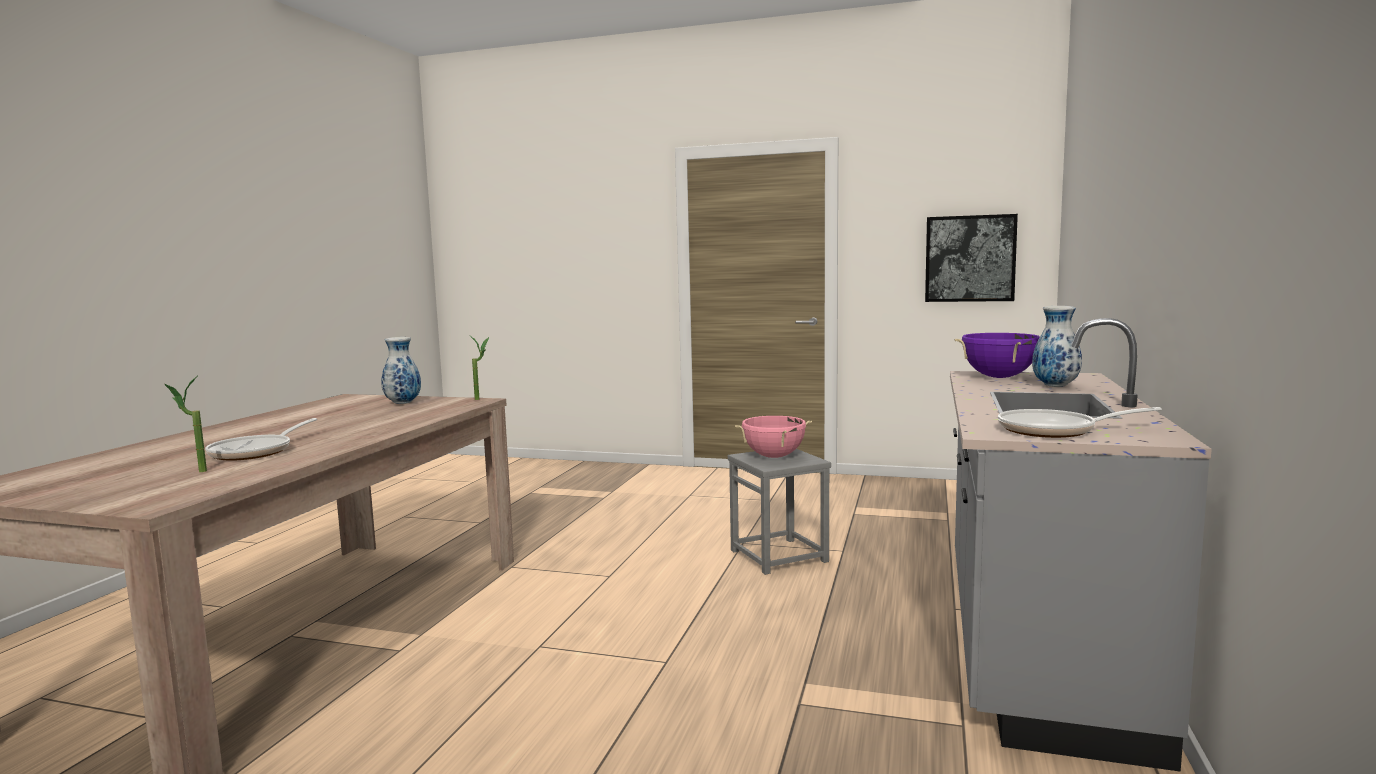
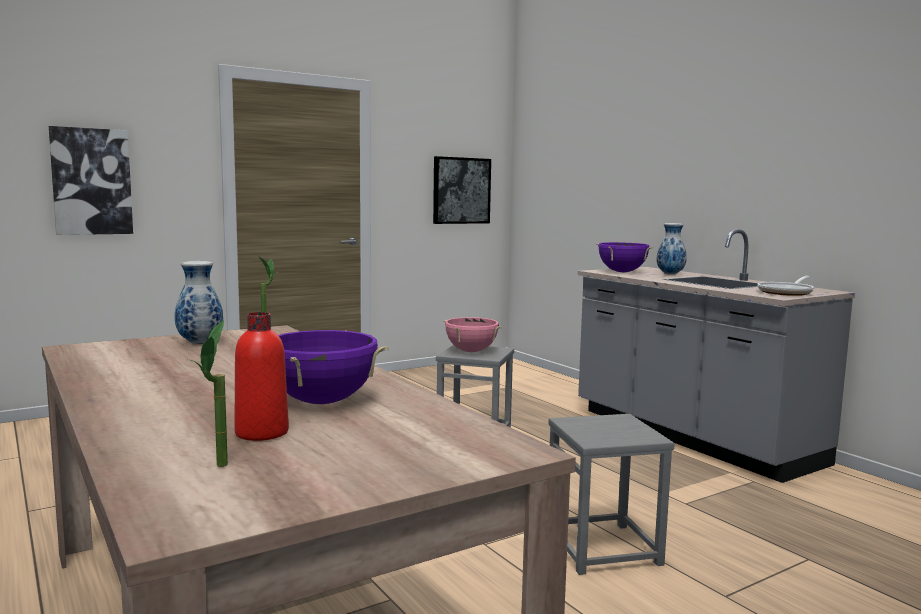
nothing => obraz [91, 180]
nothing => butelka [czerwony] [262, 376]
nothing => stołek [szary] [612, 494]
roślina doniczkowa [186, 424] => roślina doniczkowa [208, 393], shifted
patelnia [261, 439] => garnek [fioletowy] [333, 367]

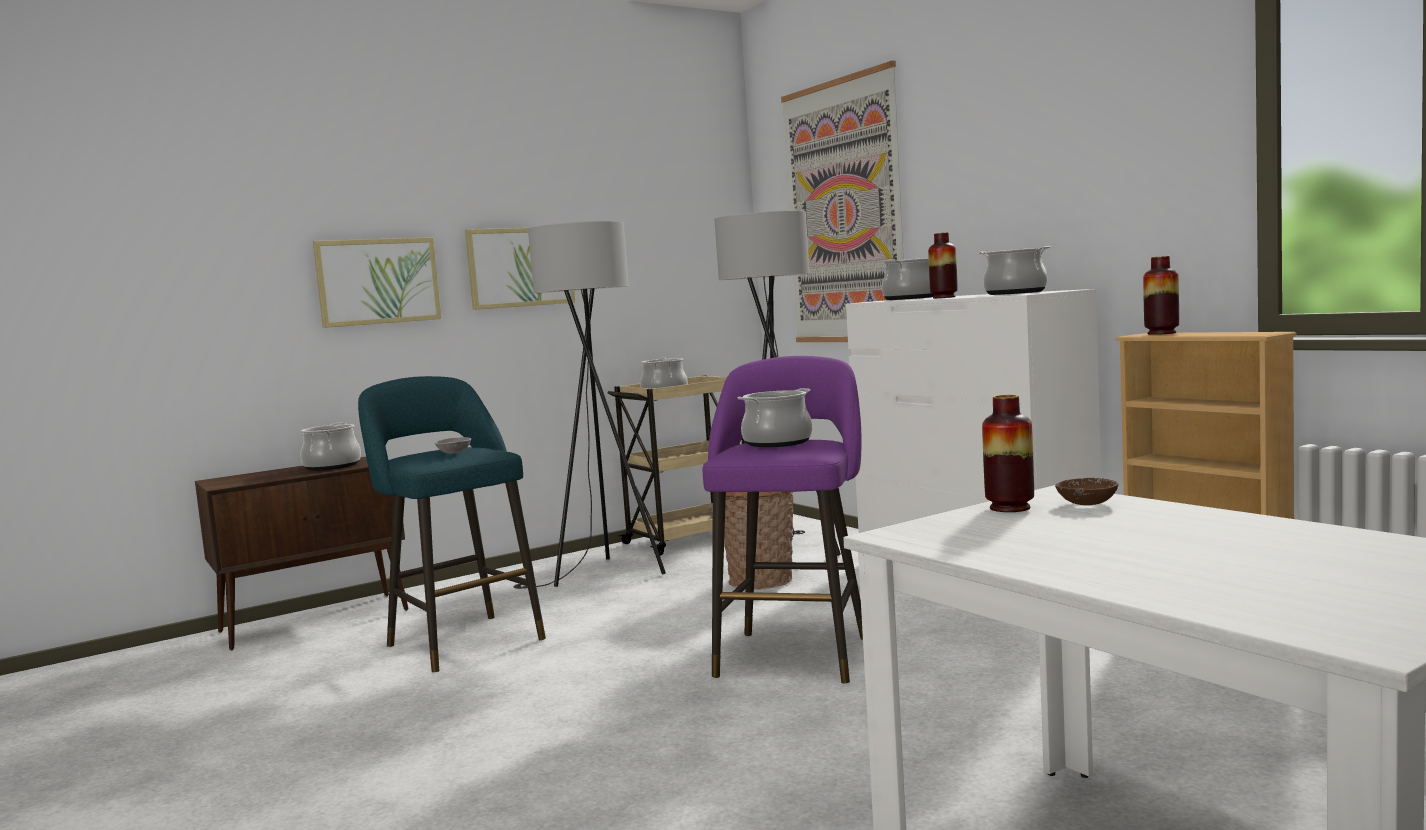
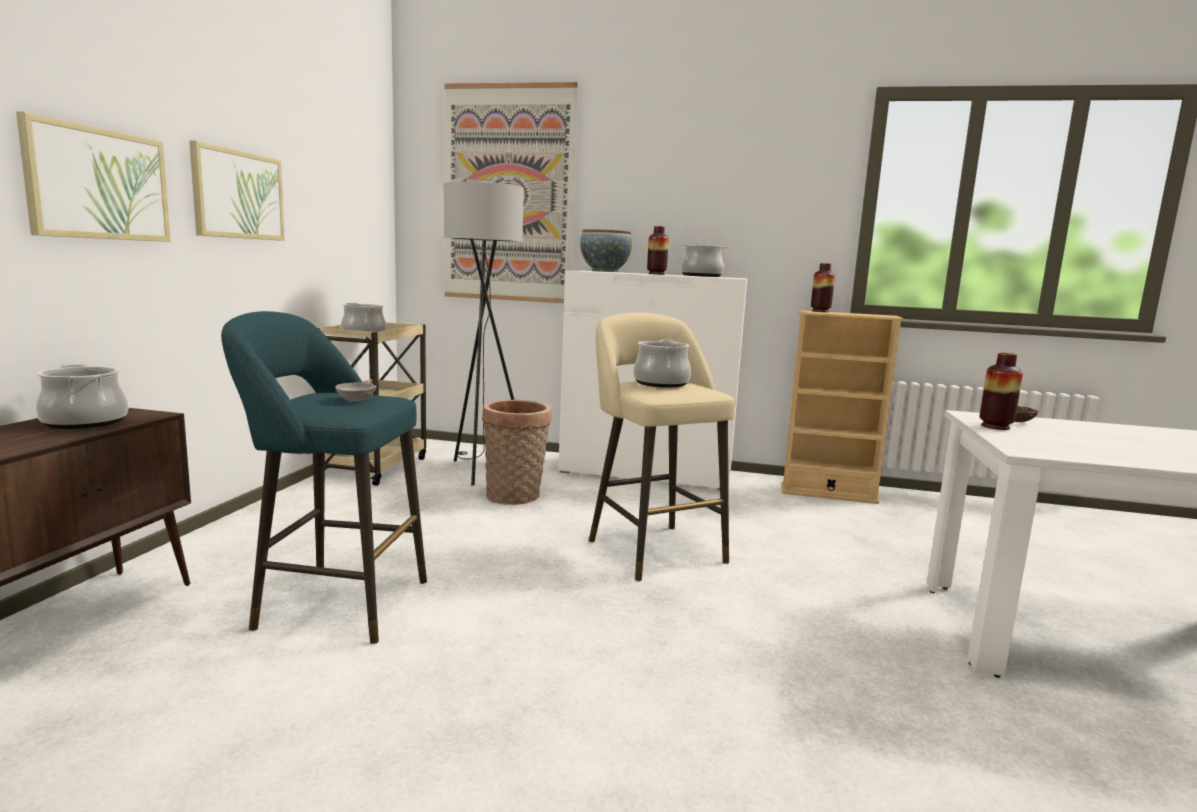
lampa stojąca [szary] [590, 405] => nothing
garnek [908, 279] => miska [606, 250]
stołek [fioletowy] [783, 519] => stołek [beżowy] [662, 447]

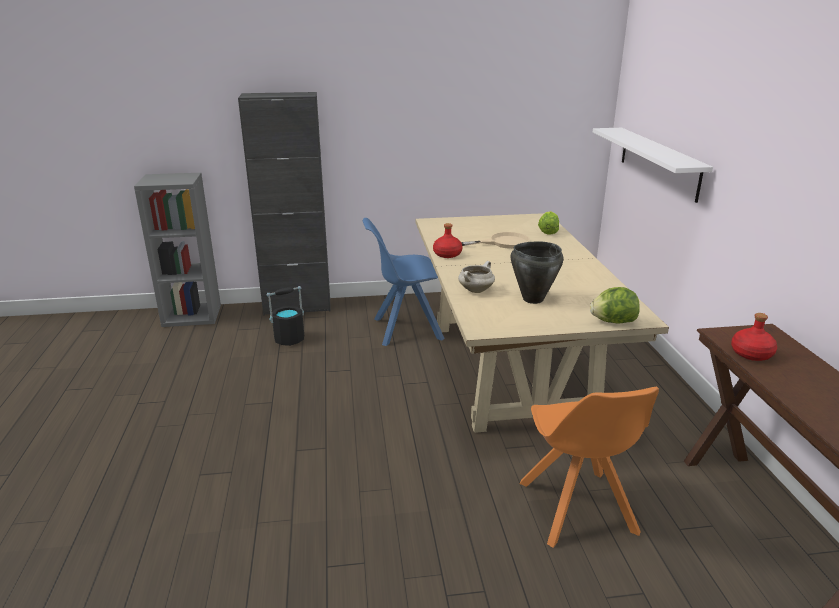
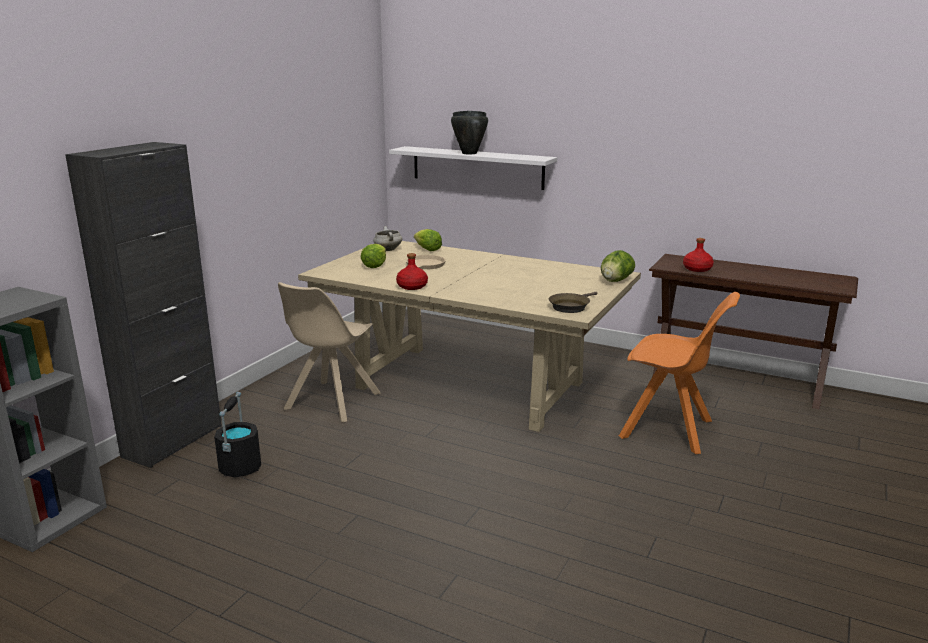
nothing => sałata [373, 256]
nothing => patelnia [brązowy] [573, 302]
garnek [biały] [476, 277] => garnek [biały] [387, 238], shifted
garnek [czarny] [536, 272] => garnek [czarny] [469, 132], shifted
krzesło [niebieski] [404, 282] => krzesło [beżowy] [329, 352]

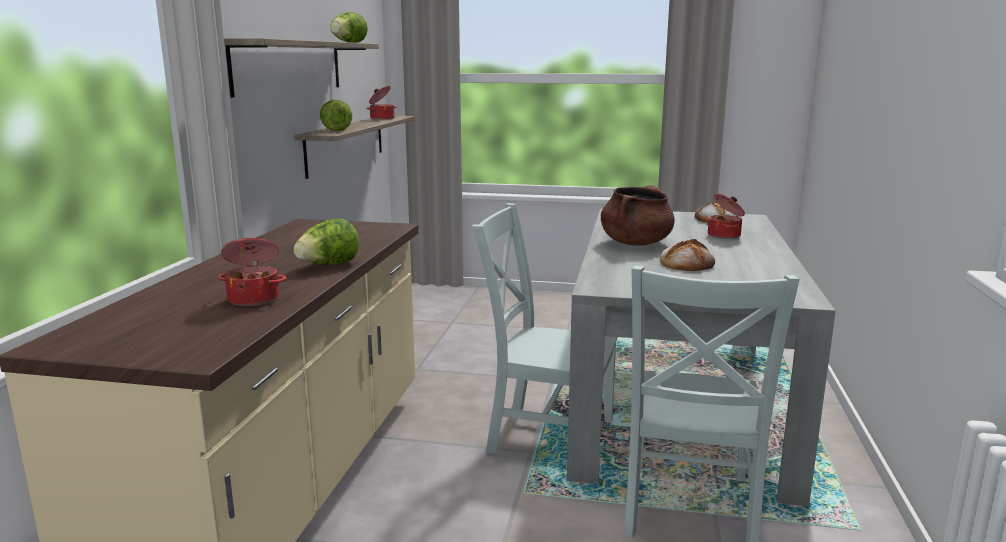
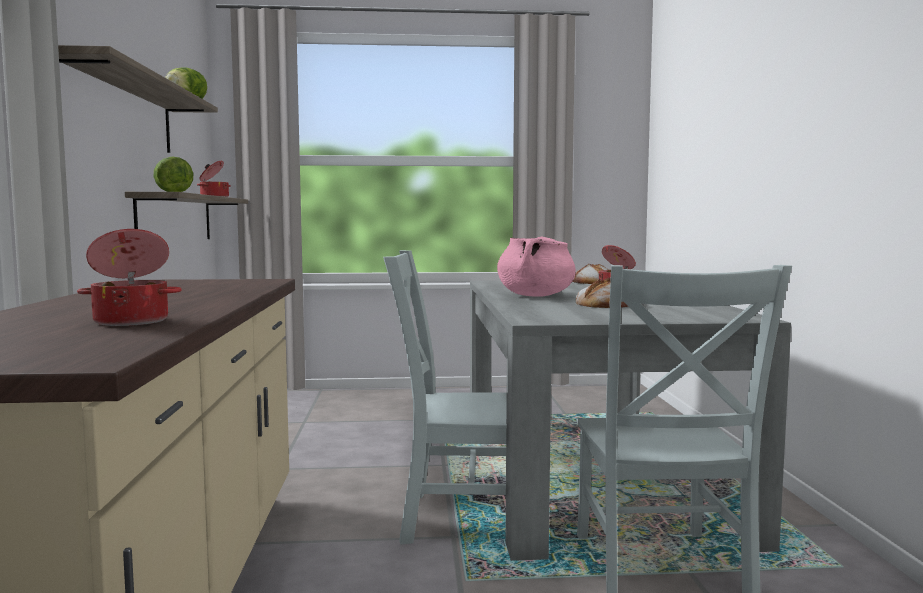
sałata [326, 242] => nothing
garnek [brązowy] [638, 215] => garnek [różowy] [536, 267]

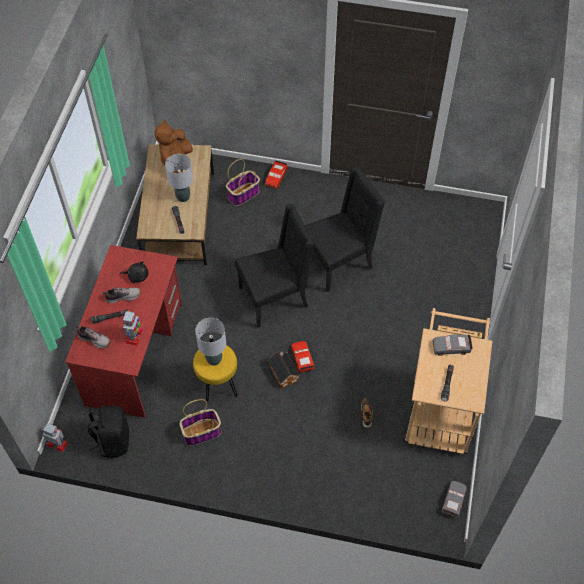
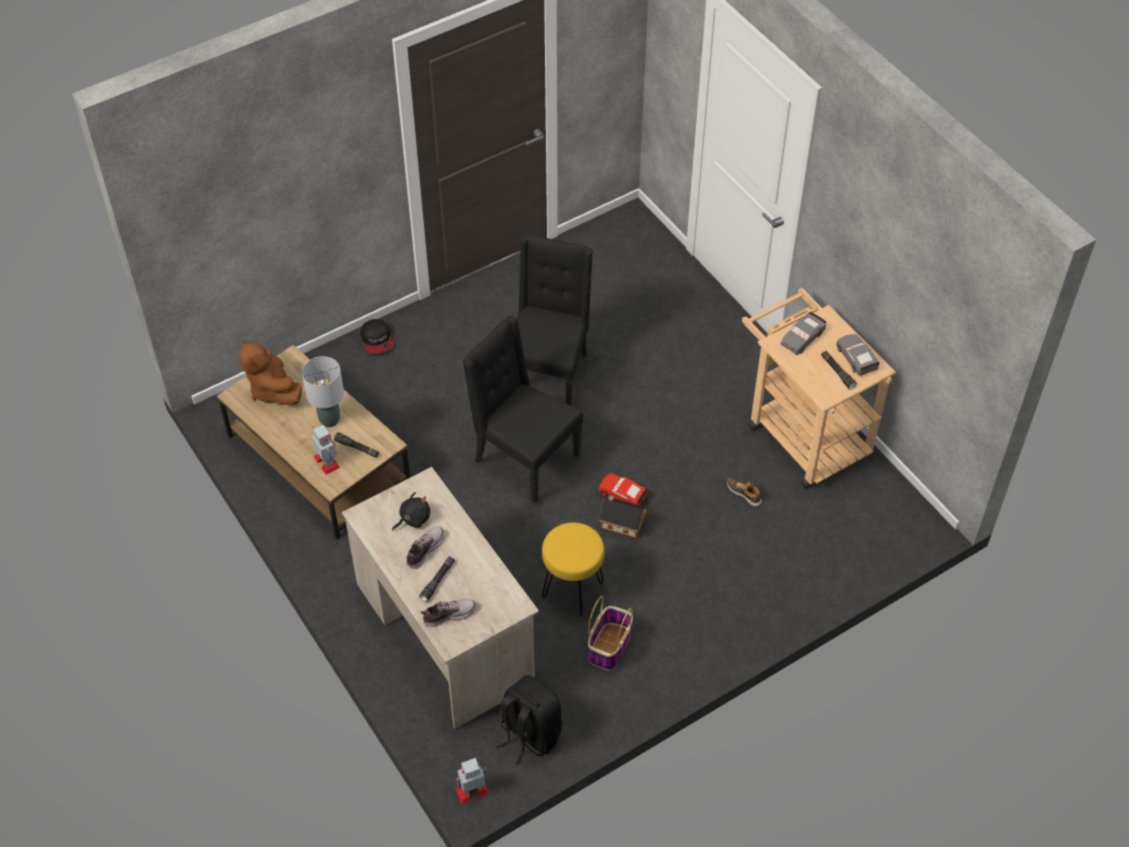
lampa stołowa [szary] [210, 342] => nothing
koszyk [243, 182] => nothing
robot zabawkowy [133, 327] => robot zabawkowy [326, 450], shifted
samochodzik [szary] [454, 499] => samochodzik [szary] [857, 354], shifted
samochodzik [czerwony] [276, 175] => czapka z daszkiem [377, 336]
biurko [czerwony] [123, 331] => biurko [beżowy] [440, 598]
krzesło [czarny] [274, 266] => krzesło [czarny] [523, 409], 75 degrees counterclockwise

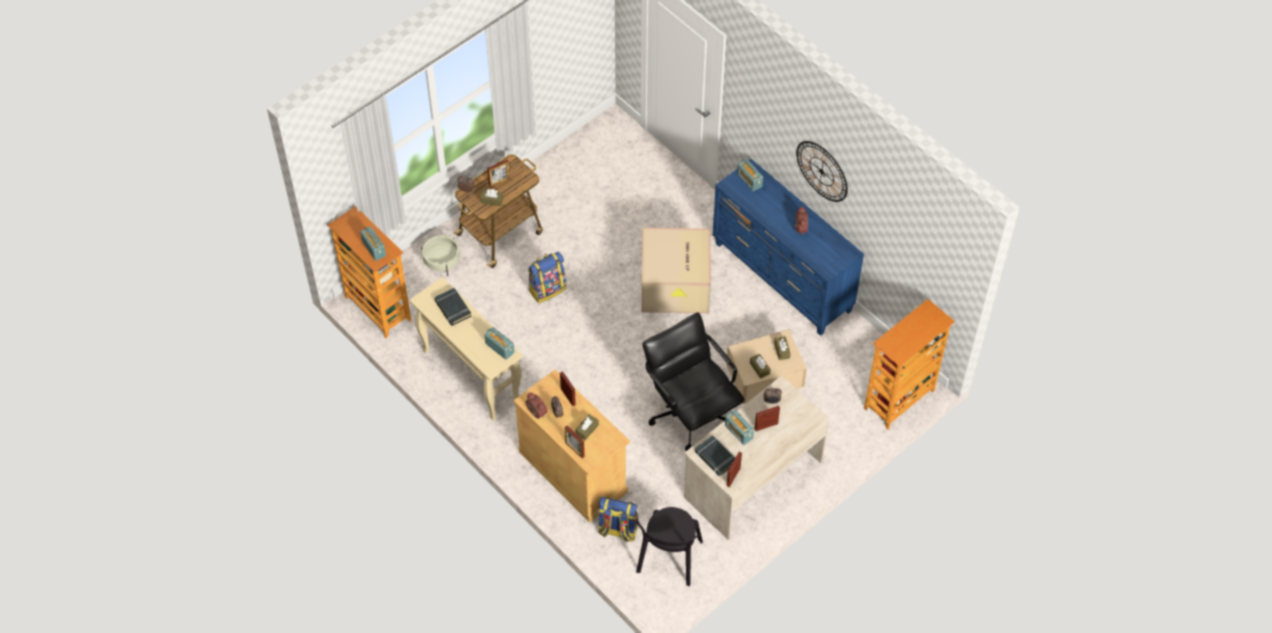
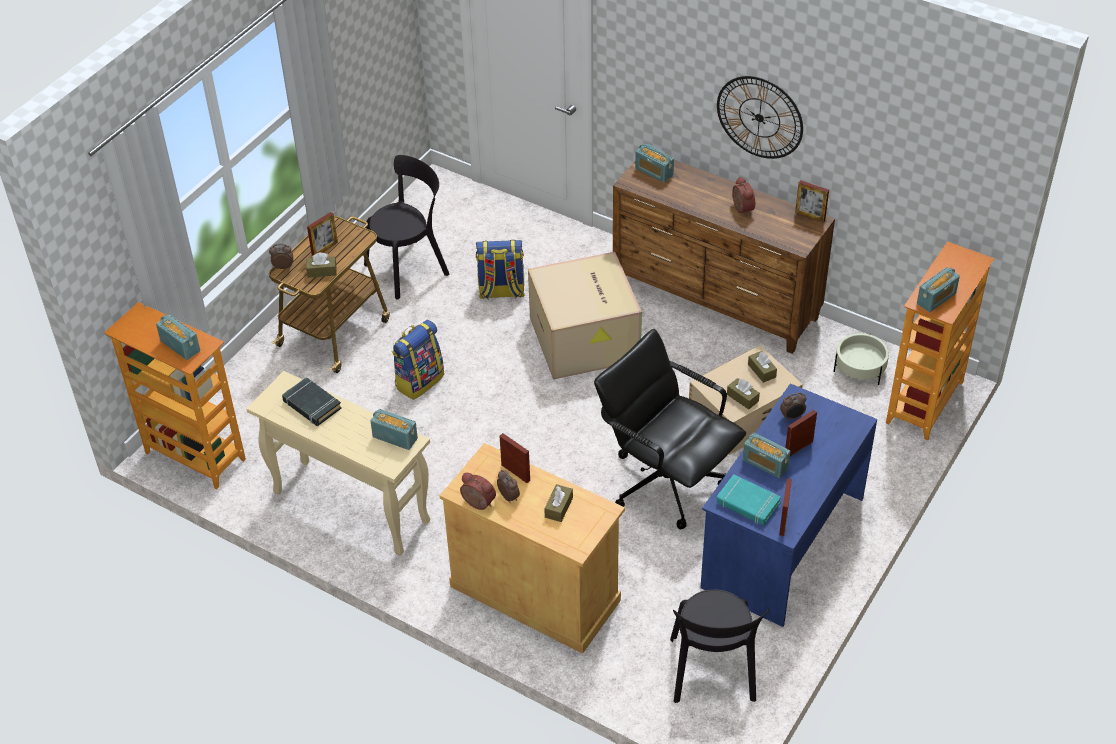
nothing => krzesło [czarny] [407, 227]
nothing => radio [938, 289]
donica [beżowy] [440, 255] => donica [beżowy] [861, 359], shifted
ramka na zdjęcie [575, 442] => ramka na zdjęcie [812, 201], shifted
plecak [618, 519] => plecak [500, 270], shifted
biurko [beżowy] [756, 457] => biurko [niebieski] [788, 505]
książka [czarny] [715, 455] => książka [turkusowy] [749, 499]
komoda [niebieski] [788, 247] => komoda [brązowy] [724, 257]

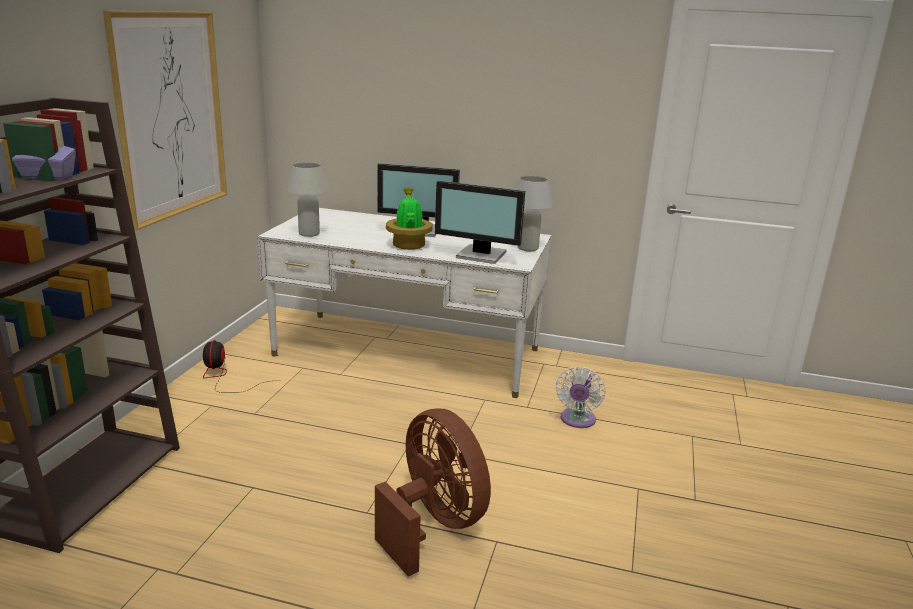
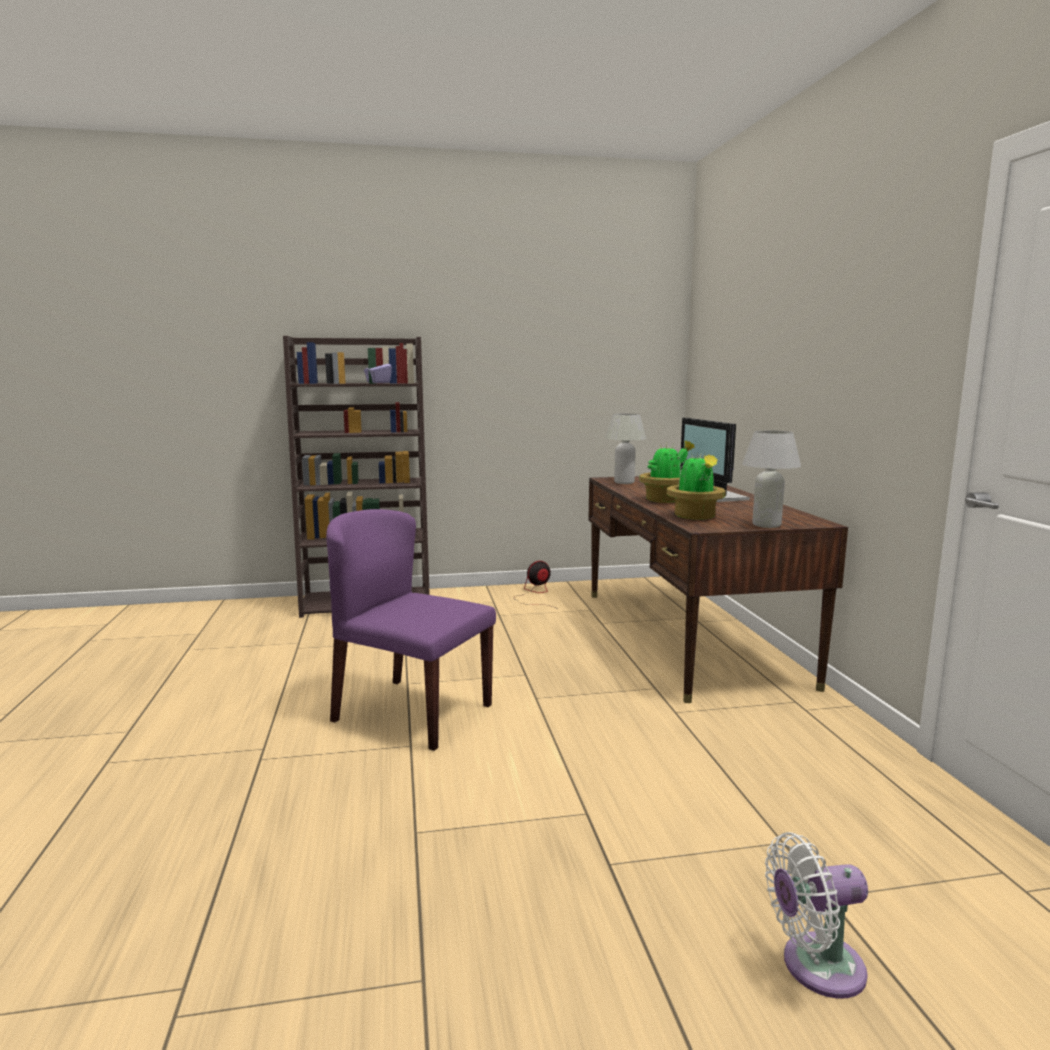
obraz [165, 120] => nothing
wentylator [biały] [581, 397] => wentylator [biały] [816, 915], shifted
wentylator [brązowy] [433, 493] => krzesło [fioletowy] [411, 630]
monitor [480, 222] => roślina doniczkowa [696, 486]
biurko [biały] [404, 303] => biurko [brązowy] [718, 589]

